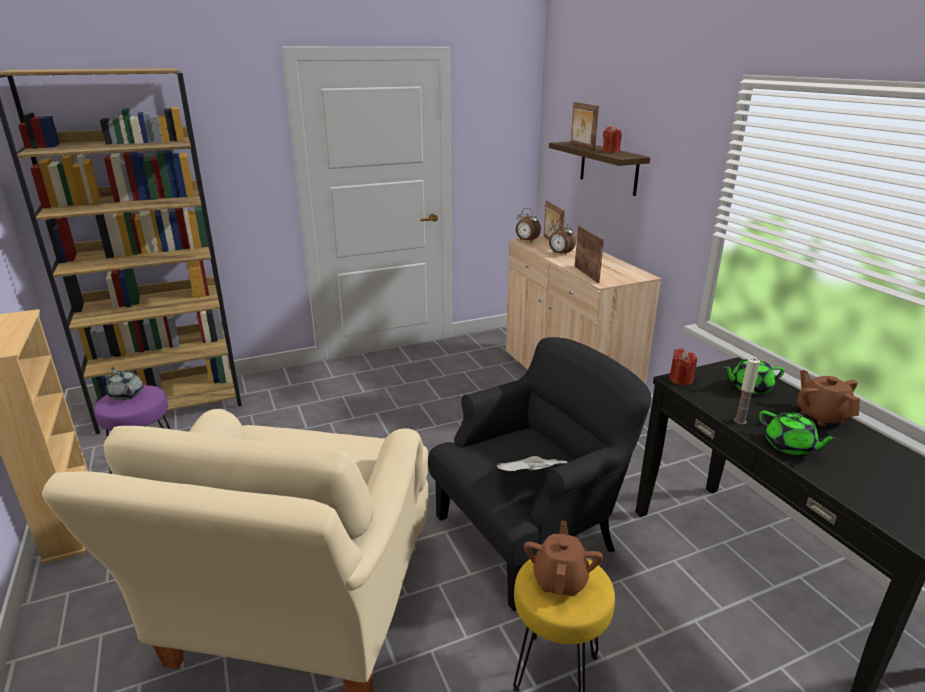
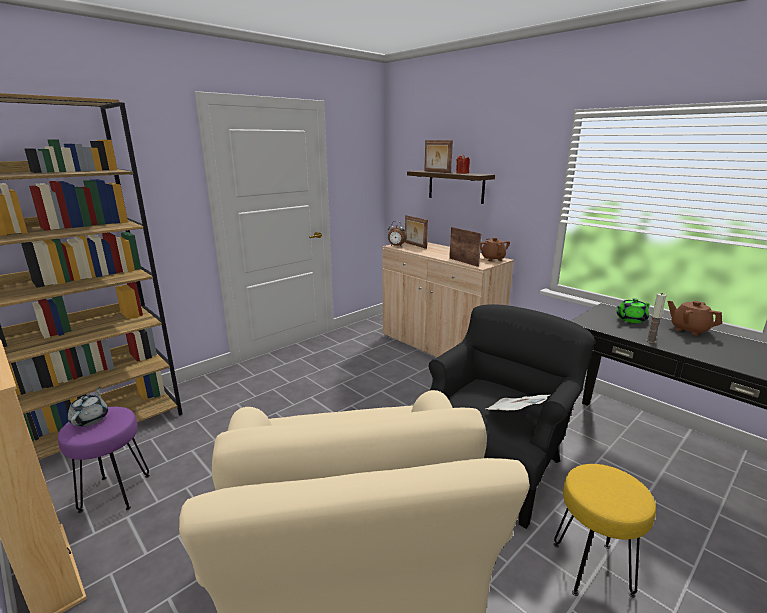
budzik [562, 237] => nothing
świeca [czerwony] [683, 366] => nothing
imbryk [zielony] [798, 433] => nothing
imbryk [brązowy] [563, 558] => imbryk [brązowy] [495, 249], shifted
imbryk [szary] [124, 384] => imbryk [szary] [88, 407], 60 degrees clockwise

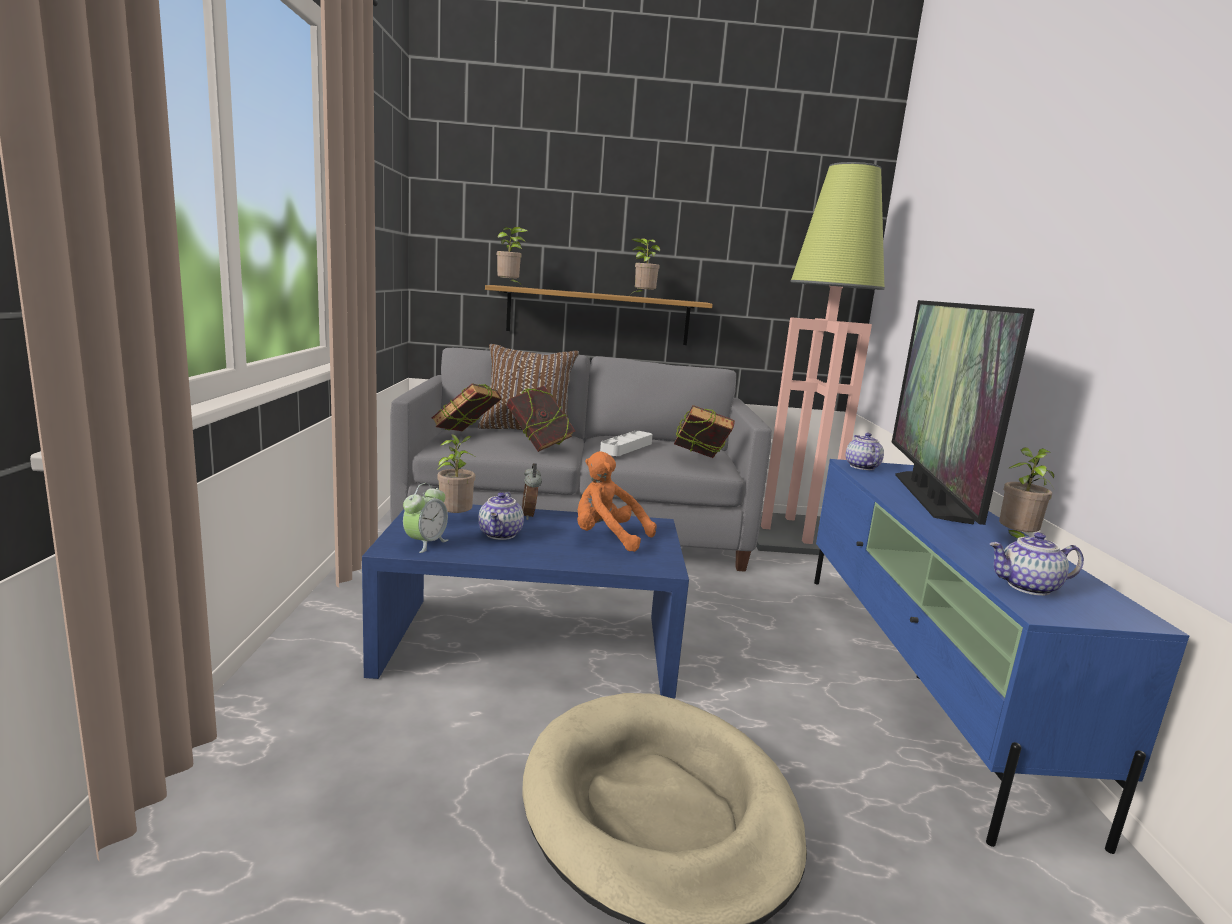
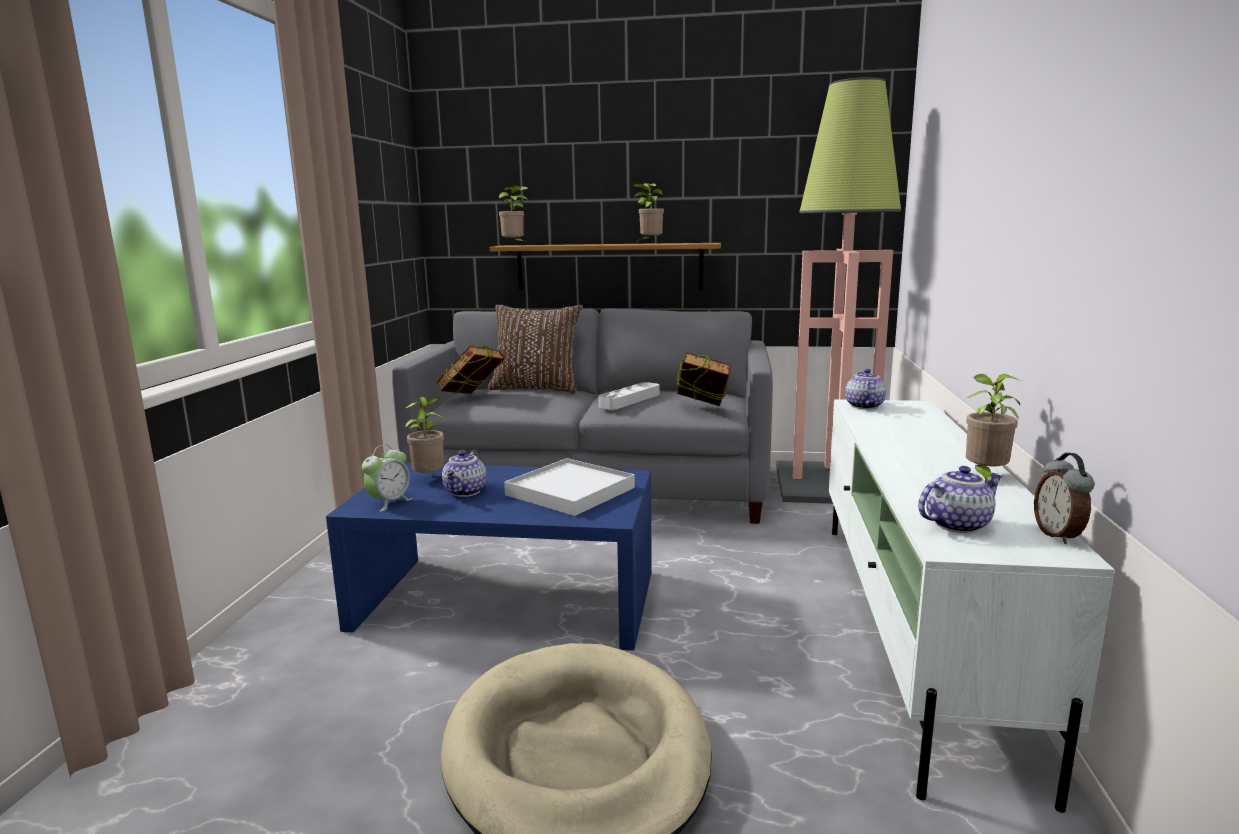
książka [541, 419] => nothing
telewizor [963, 412] => nothing
budzik [532, 491] => budzik [1064, 498], shifted
pluszak [pomarańczowy] [617, 501] => taca [biały] [569, 487]
szafka pod telewizor [niebieski] [1001, 656] => szafka pod telewizor [biały] [972, 606]
imbryk [1036, 564] => imbryk [960, 499], 150 degrees clockwise

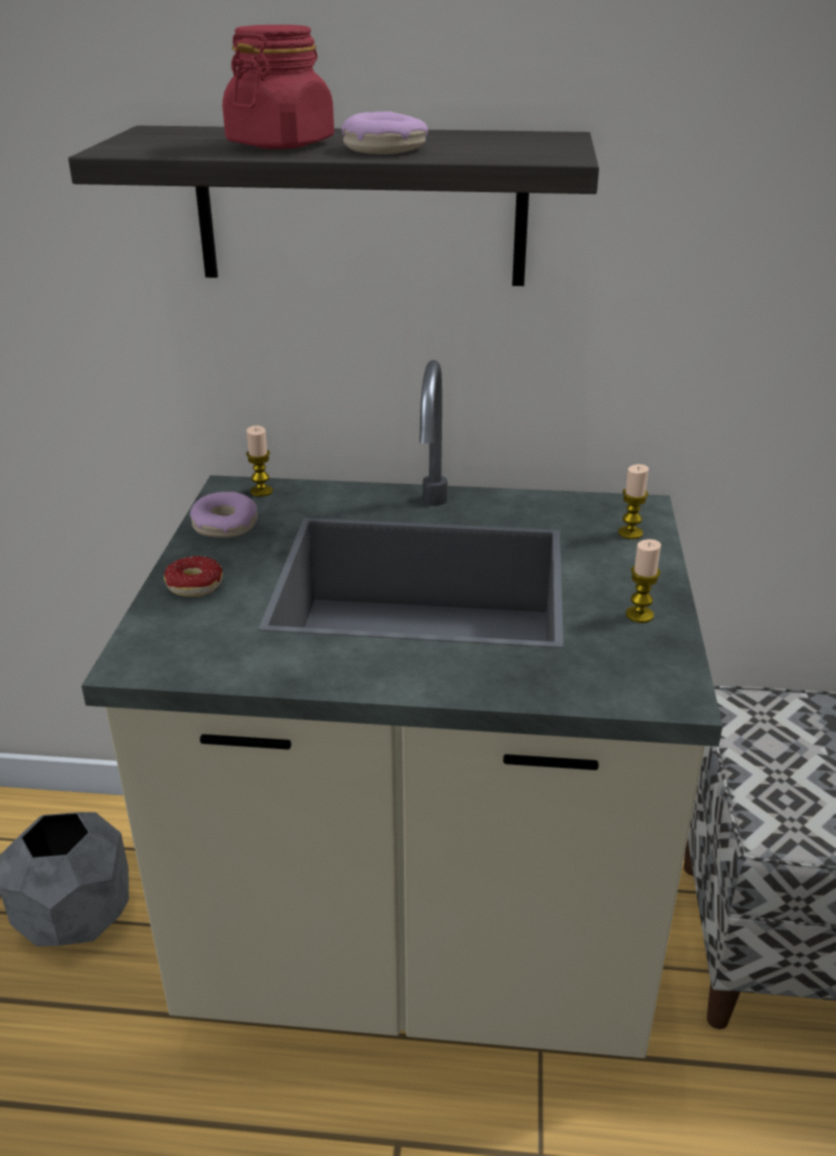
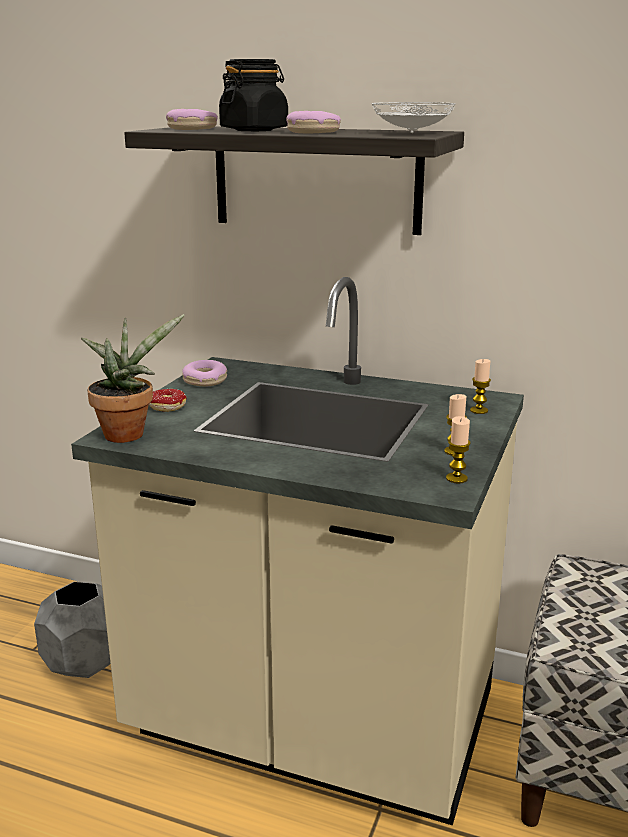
nothing => roślina doniczkowa [133, 378]
nothing => donut [192, 119]
nothing => talerz [biały] [414, 117]
świeca [259, 461] => świeca [458, 449], shifted
słoik [czerwony] [278, 87] => słoik [czarny] [253, 95]

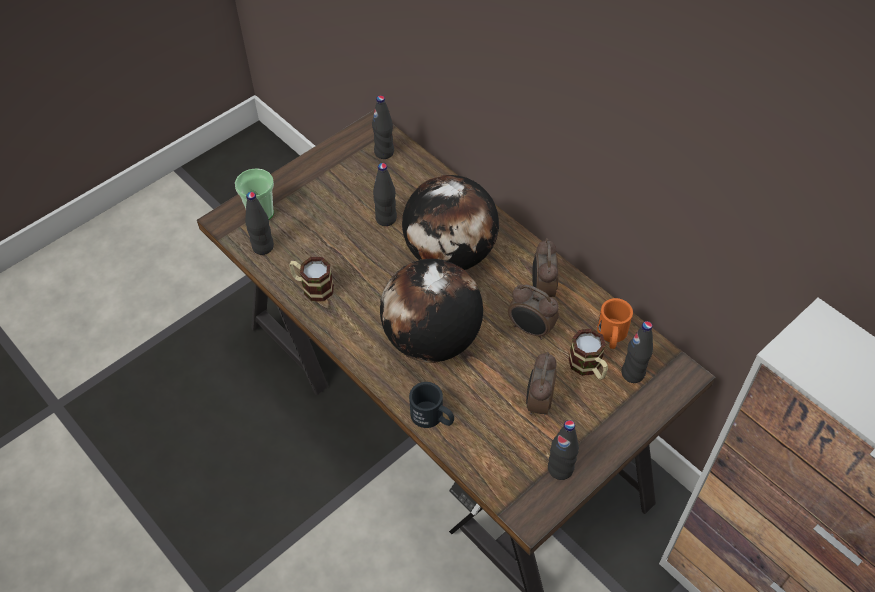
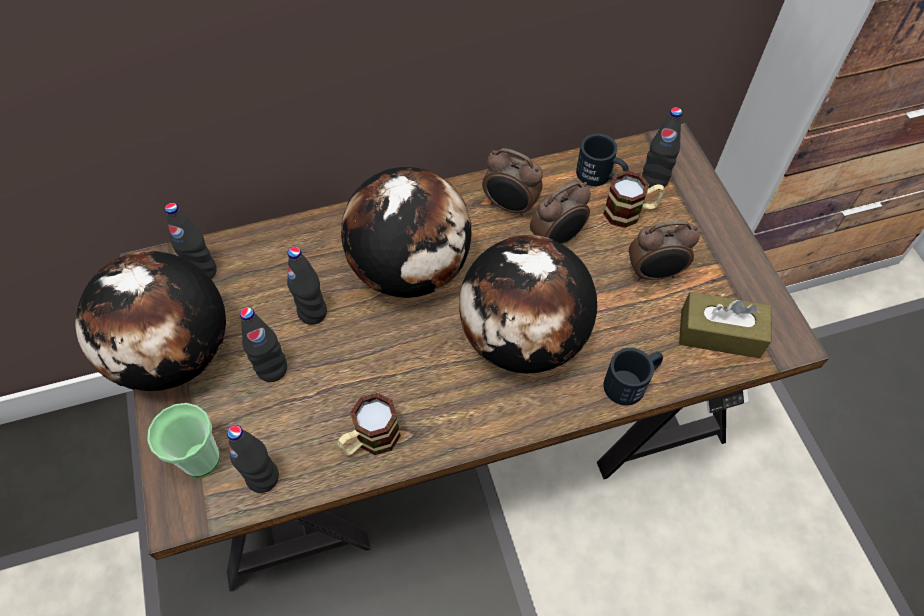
nothing => globus [150, 321]
nothing => pudełko chusteczek [brązowy] [725, 325]
butelka [czarny] [563, 450] => butelka [czarny] [263, 344], shifted
kubek [pomarańczowy] [615, 323] => kubek [czarny] [602, 159]
budzik [541, 384] => budzik [664, 251], 45 degrees counterclockwise

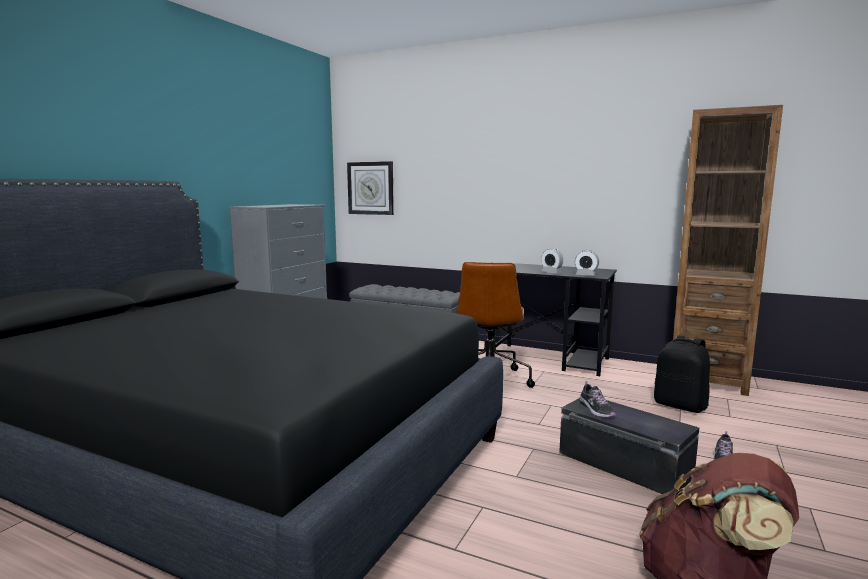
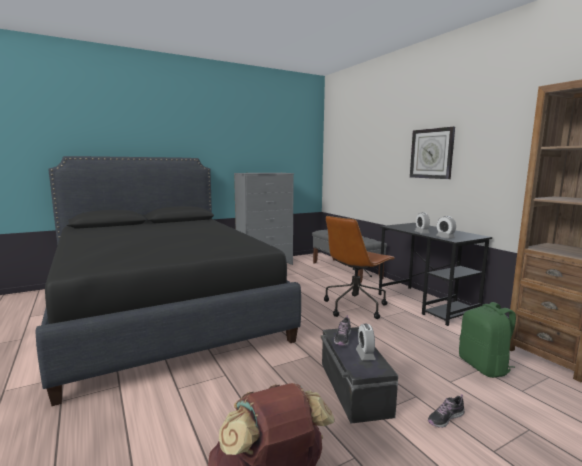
nothing => budzik [366, 342]
zegar ścienny [370, 188] => zegar ścienny [432, 153], shifted
plecak [czarny] [682, 374] => plecak [zielony] [487, 340]

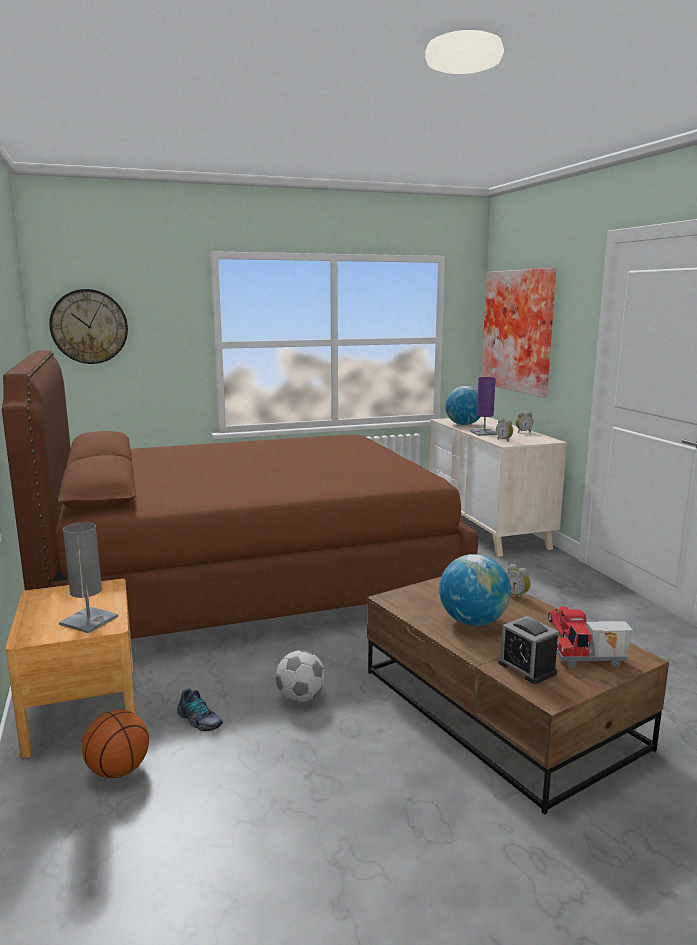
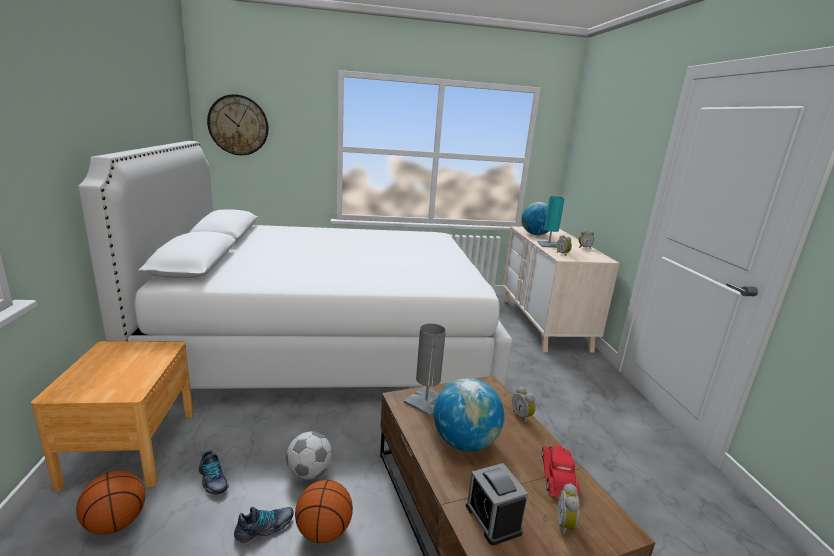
obraz [519, 333] => nothing
nothing => but [264, 525]
nothing => piłka do koszykówki [324, 511]
lampa stołowa [szary] [88, 577] => lampa stołowa [szary] [425, 369], shifted
ciężarówka zabawkowa [595, 644] => budzik [569, 509]
łóżko [brązowy] [240, 494] => łóżko [biały] [295, 265]
lampa stołowa [fioletowy] [483, 406] => lampa stołowa [turkusowy] [551, 222]

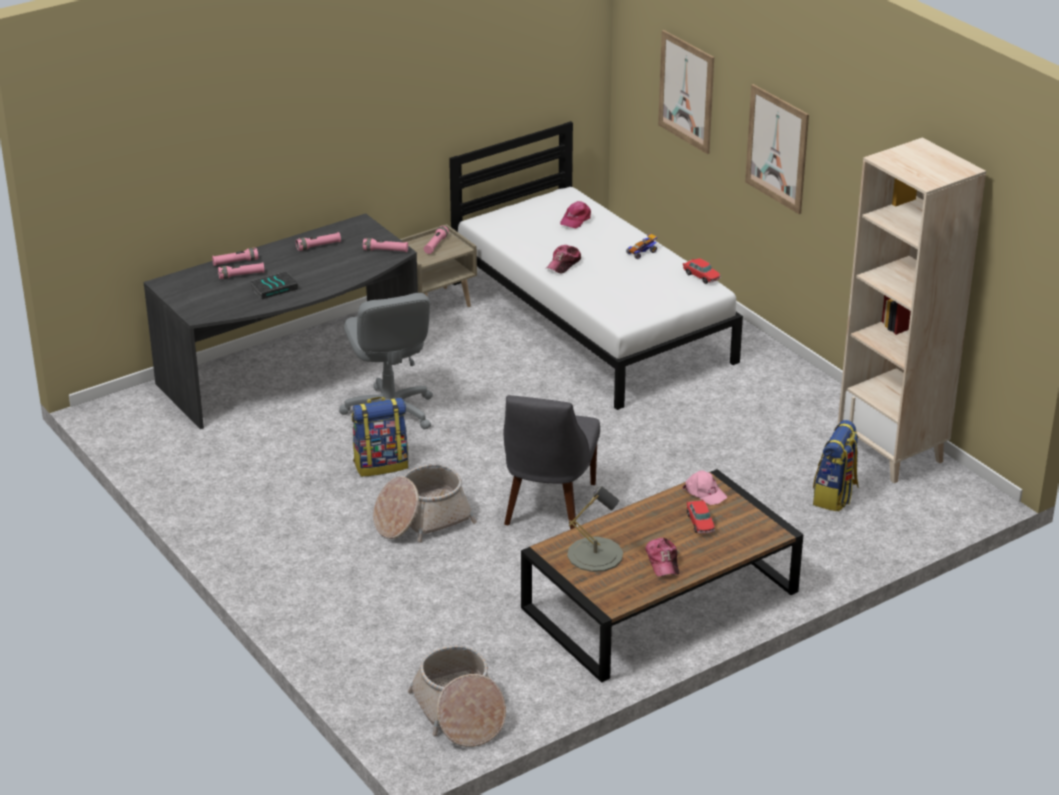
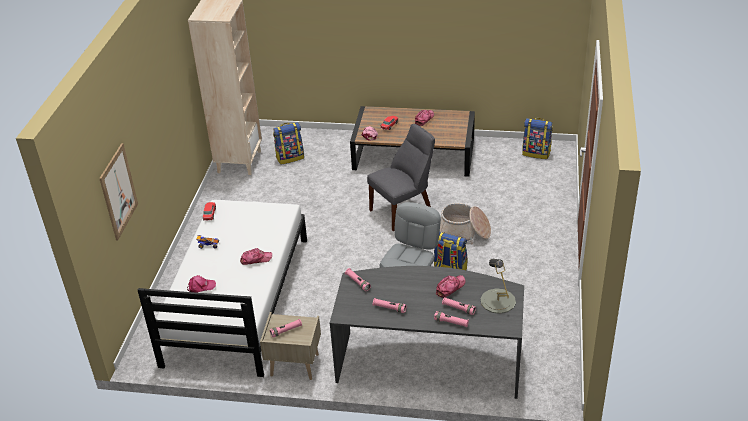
obraz [777, 149] => nothing
lampa stołowa [szary] [595, 529] => lampa stołowa [szary] [498, 286], shifted
książka [273, 285] => czapka z daszkiem [451, 286]
koszyk [457, 696] => plecak [537, 138]

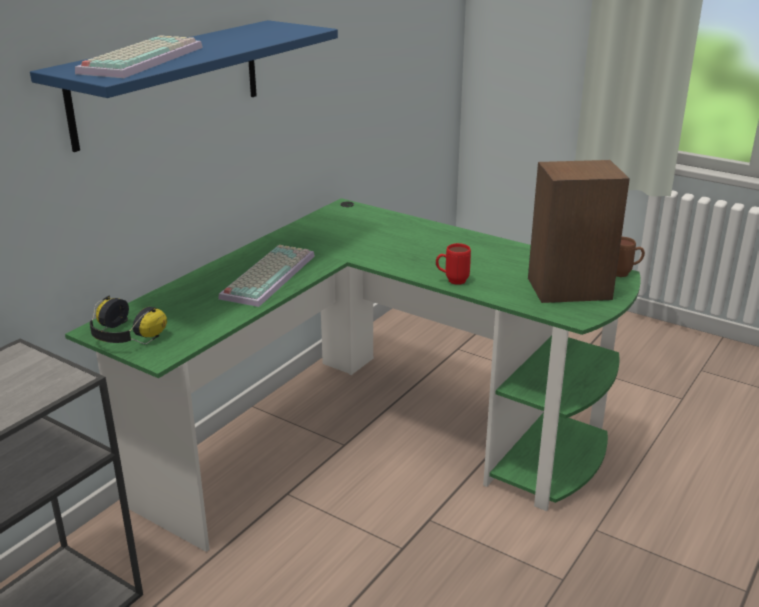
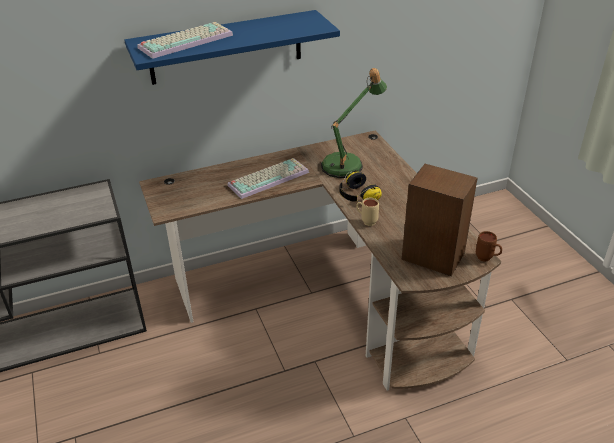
nothing => lampa stołowa [354, 123]
słuchawki [128, 319] => słuchawki [360, 186], shifted
biurko [zielony] [353, 375] => biurko [brązowy] [320, 260]
kubek [czerwony] [453, 264] => kubek [beżowy] [367, 212]

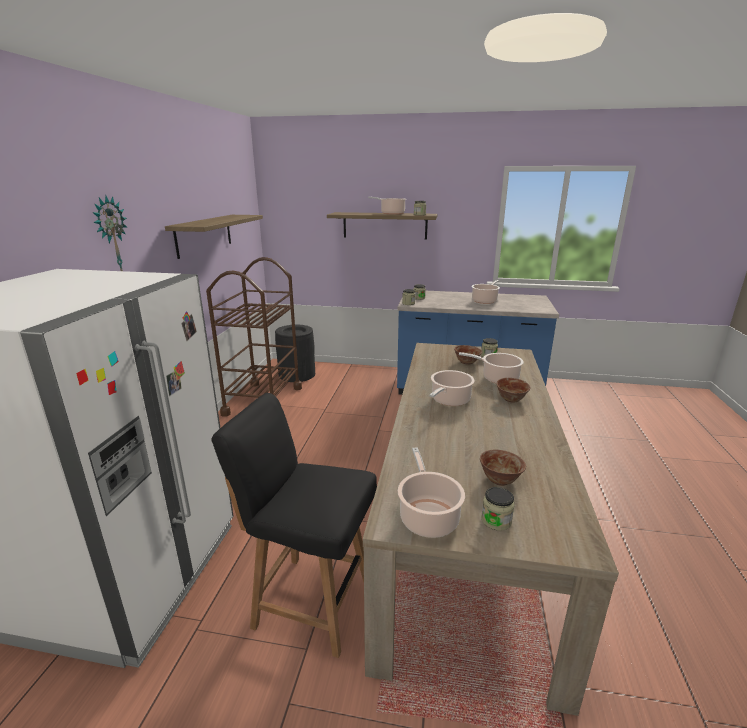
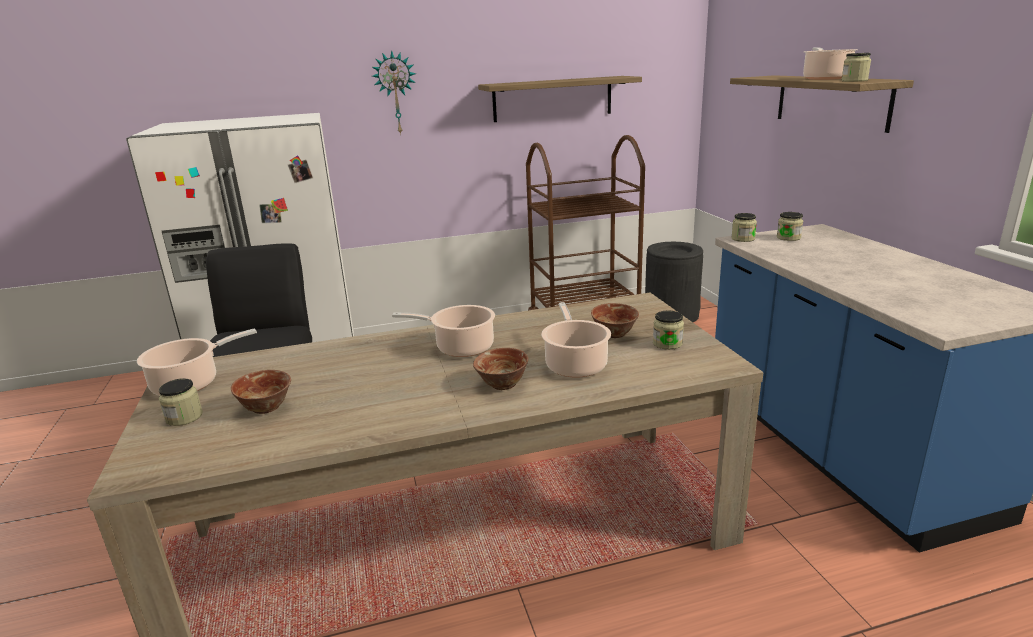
garnek [486, 292] => nothing

